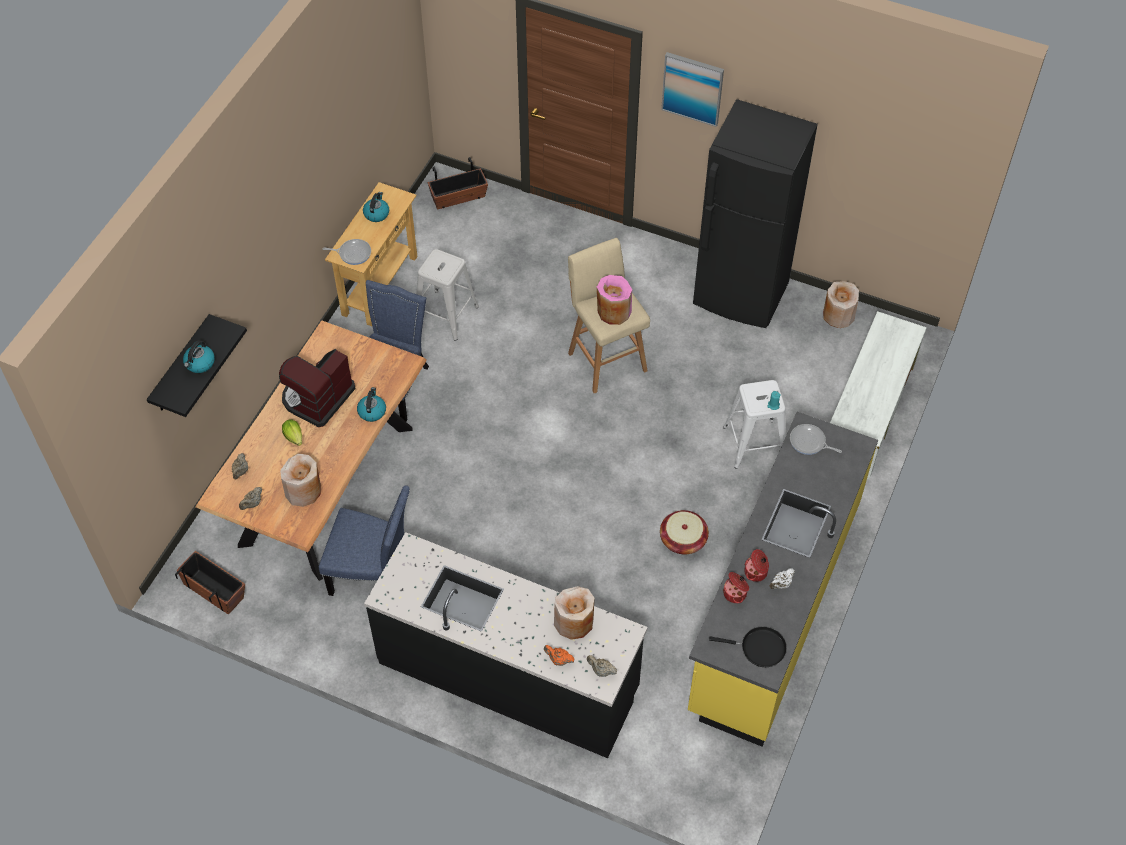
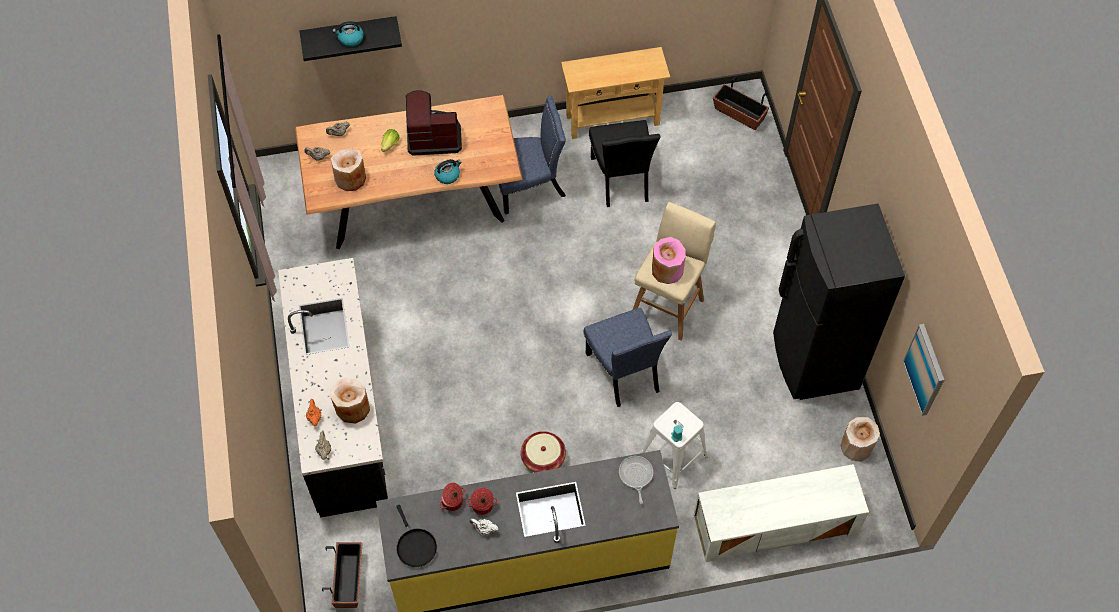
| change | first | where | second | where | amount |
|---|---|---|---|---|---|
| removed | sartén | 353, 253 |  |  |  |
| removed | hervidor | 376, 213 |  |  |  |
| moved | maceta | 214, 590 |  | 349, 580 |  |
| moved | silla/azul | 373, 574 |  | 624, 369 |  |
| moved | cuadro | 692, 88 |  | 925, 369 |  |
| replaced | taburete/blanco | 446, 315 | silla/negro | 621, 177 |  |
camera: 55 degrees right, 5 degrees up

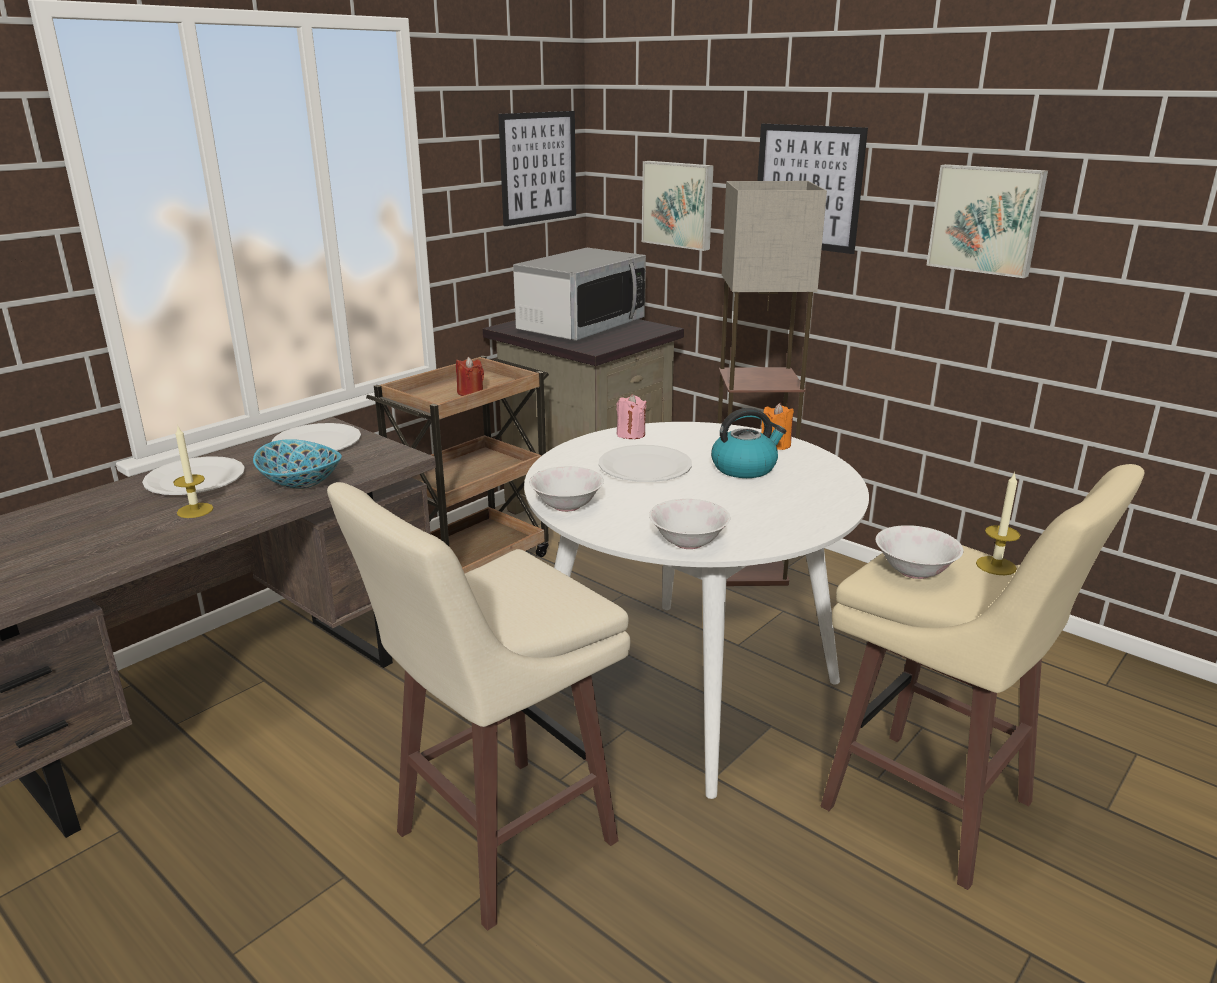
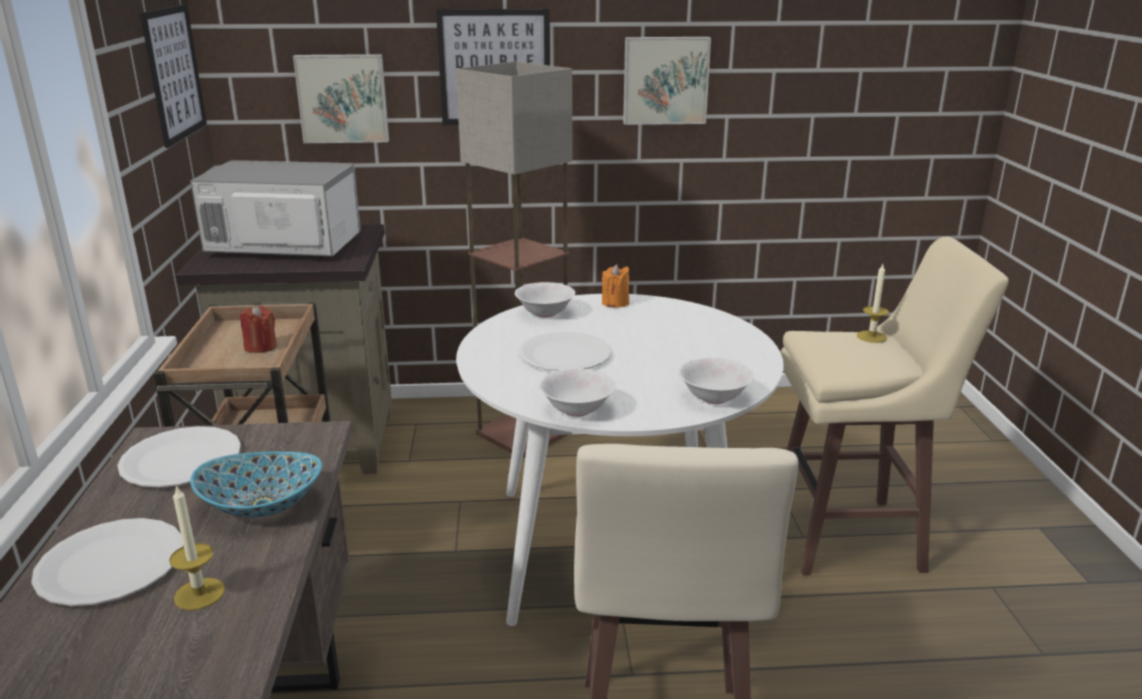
| change | first | where | second | where | amount |
|---|---|---|---|---|---|
| removed | vela/rosa | 630, 434 |  |  |  |
| removed | hervidor | 744, 468 |  |  |  |
| moved | cuenco/blanco | 914, 571 |  | 545, 313 |  |
| turned | microondas | 581, 327 |  | 284, 246 | 75 degrees counterclockwise |
camera: 45 degrees left, 0 degrees up

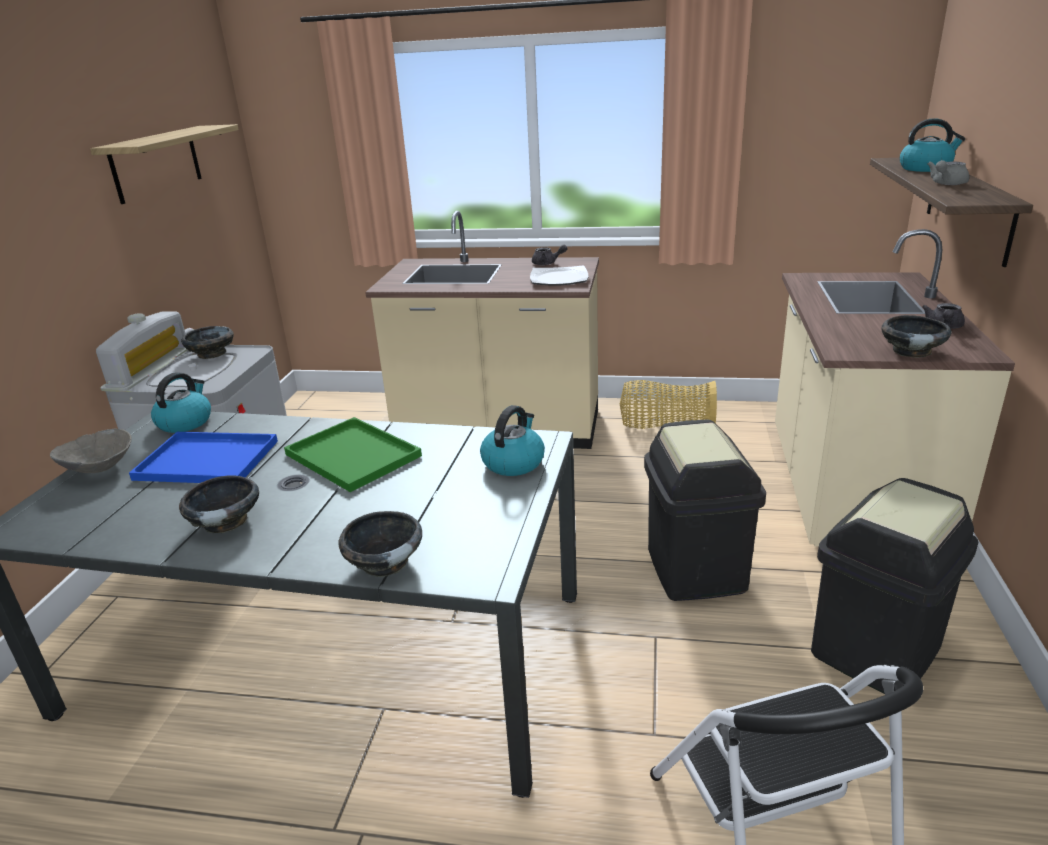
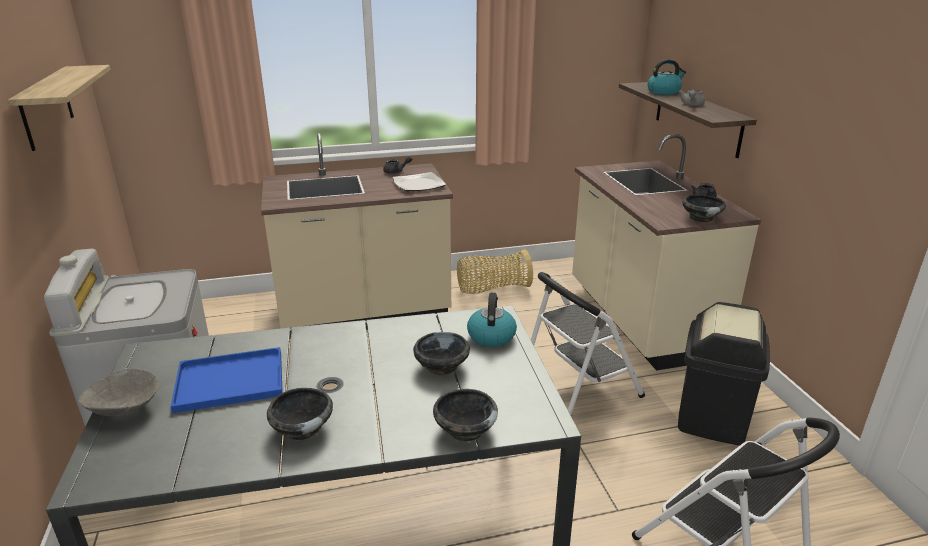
| change | first | where | second | where | amount |
|---|---|---|---|---|---|
| removed | hervidor | 185, 422 |  |  |  |
| removed | bandeja/verde | 355, 455 |  |  |  |
| moved | cuenco/negro | 211, 354 |  | 441, 366 |  |
| replaced | papelera/negro | 694, 570 | escalera de tijera | 575, 391 |  |
camera: 25 degrees left, 0 degrees up

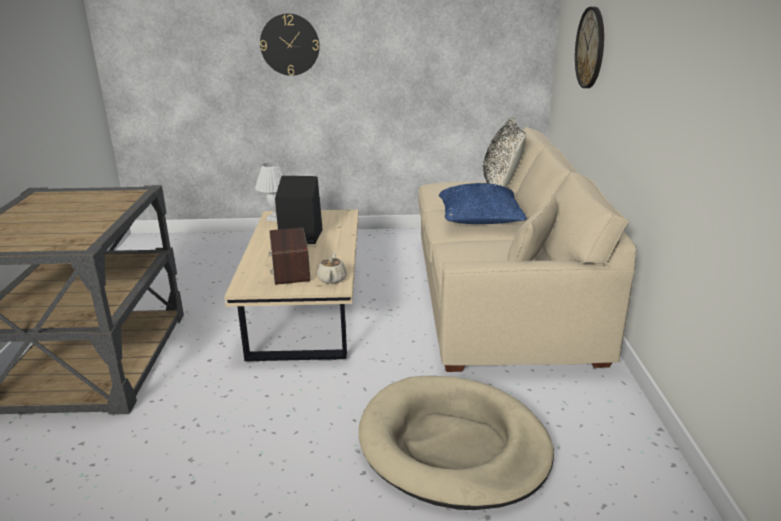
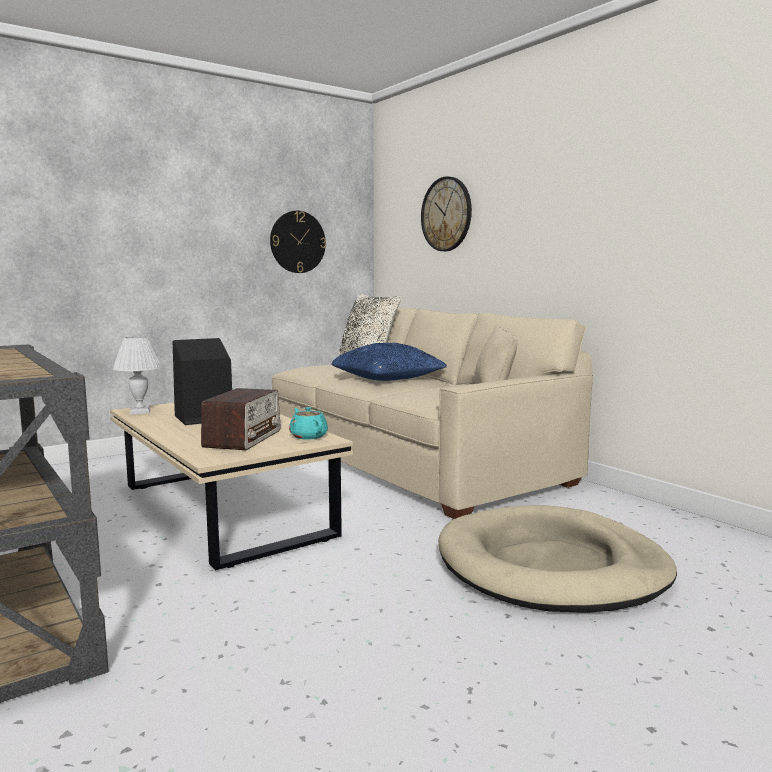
| change | first | where | second | where | amount |
|---|---|---|---|---|---|
| moved | reloj de pared | 290, 44 |  | 297, 242 |  |
| recoloured | tetera/beis | 332, 279 | tetera/turquesa | 308, 436 |  |
| turned | radio | 290, 270 |  | 243, 438 | 120 degrees counterclockwise |
camera: 35 degrees left, 15 degrees down

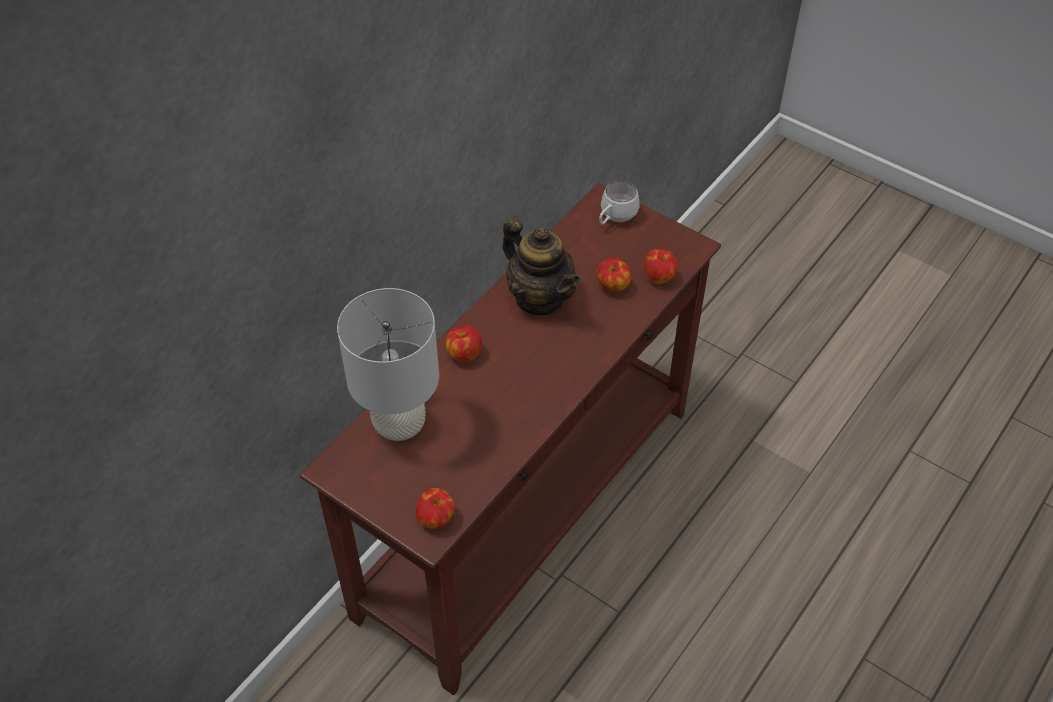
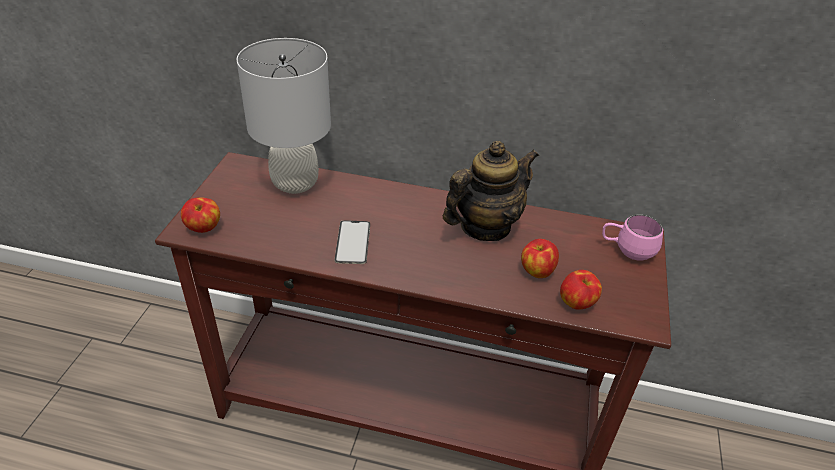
| change | first | where | second | where | amount |
|---|---|---|---|---|---|
| removed | manzana | 464, 354 |  |  |  |
| added |  |  | móvil | 353, 242 |  |
| recoloured | taza grande/blanco | 614, 218 | taza grande/rosa | 626, 250 |  |
| turned | tetera | 540, 298 |  | 485, 226 | 150 degrees counterclockwise |
camera: 65 degrees right, 10 degrees down

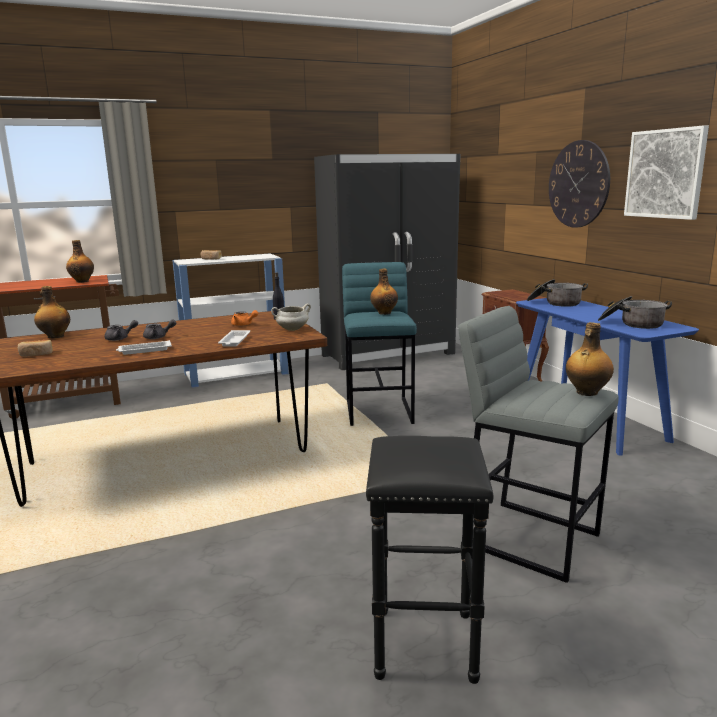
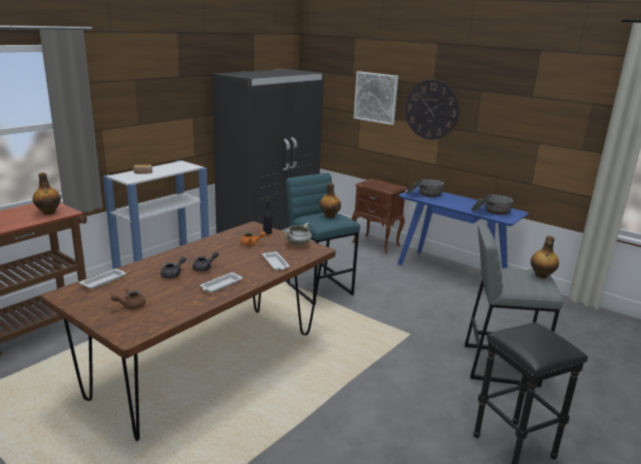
| change | first | where | second | where | amount |
|---|---|---|---|---|---|
| moved | cuadro | 665, 174 |  | 376, 97 |  |
| replaced | pan | 36, 354 | tetera/marrón | 130, 305 |  |
| replaced | botella | 55, 336 | bandeja/blanco | 104, 281 |  |
camera: 30 degrees left, 5 degrees up

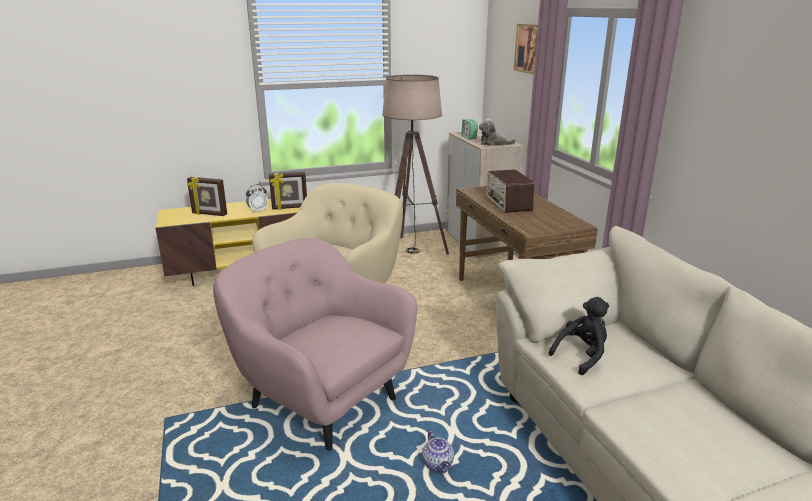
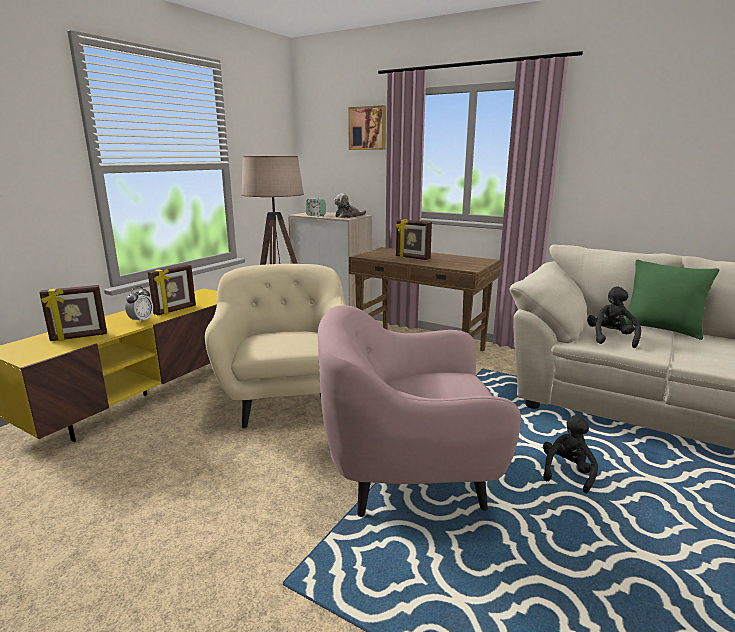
| change | first | where | second | where | amount |
|---|---|---|---|---|---|
| added |  |  | cojín/verde | 661, 329 |  |
| replaced | tetera | 438, 464 | peluche/negro | 567, 473 |  |
| replaced | radio | 508, 203 | portarretratos | 412, 258 |  |
camera: 40 degrees left, 5 degrees down

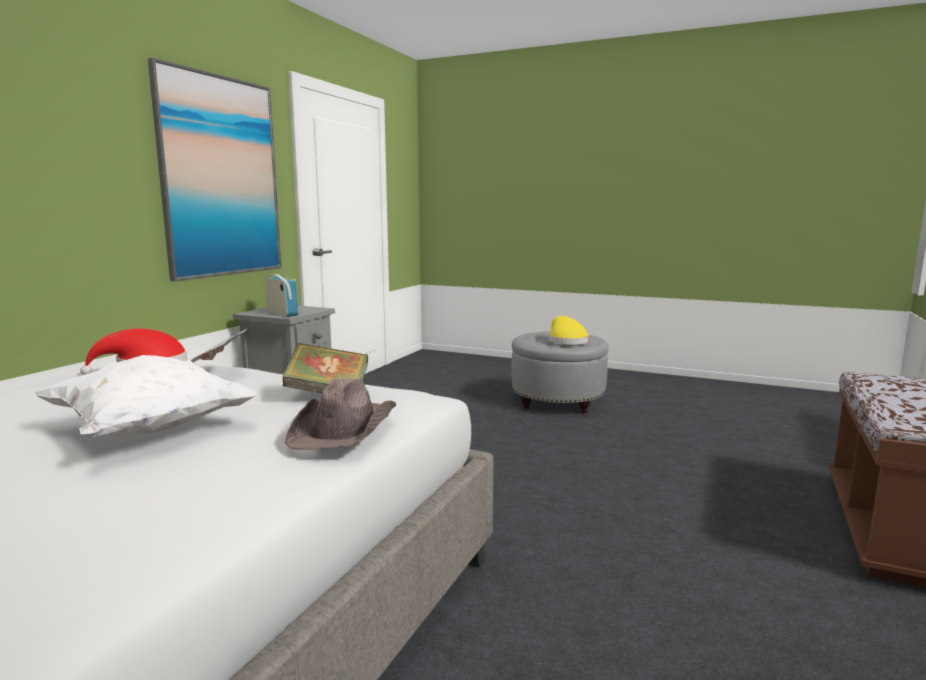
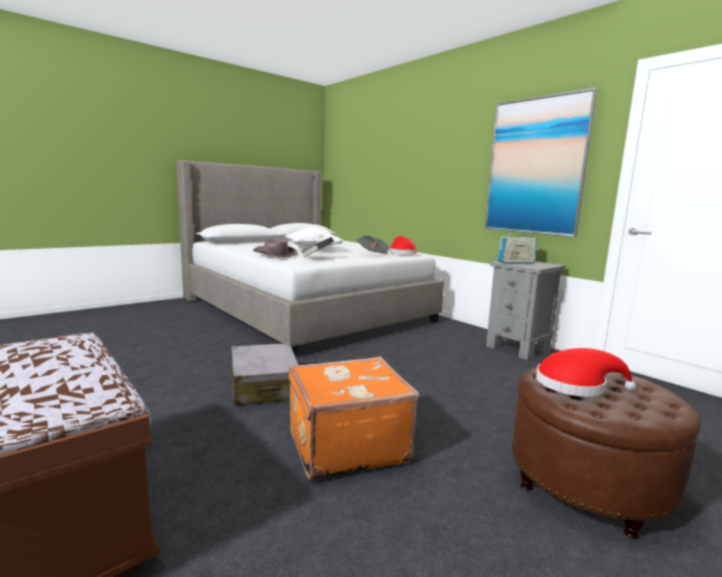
| change | first | where | second | where | amount |
|---|---|---|---|---|---|
| added |  |  | maleta/gris | 264, 386 |  |
| added |  |  | maleta/naranja | 346, 445 |  |
| recoloured | puf/gris | 557, 402 | puf/marrón | 587, 485 |  |
| recoloured | sombrero/amarillo | 566, 341 | sombrero/rojo | 575, 385 |  |
camera: 115 degrees right, 0 degrees up

